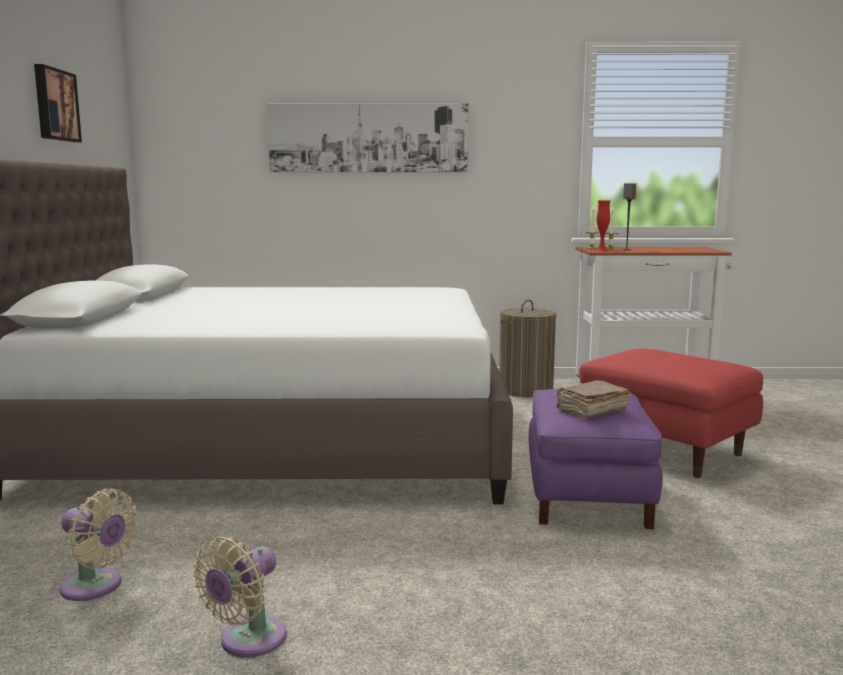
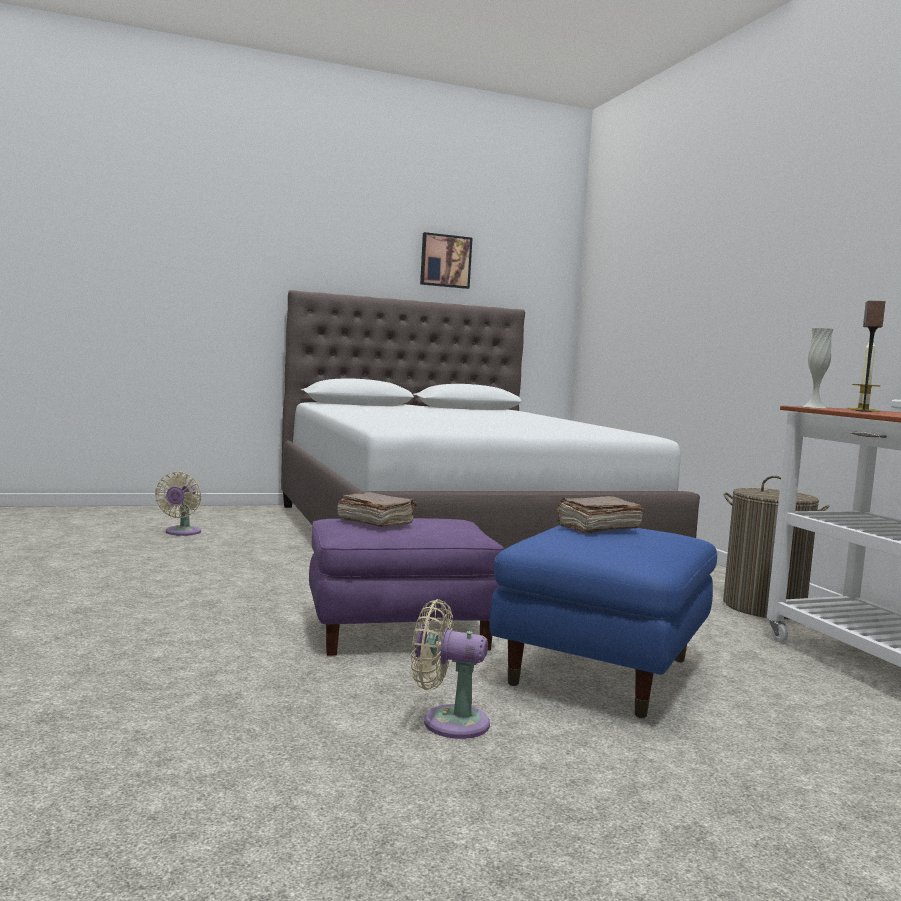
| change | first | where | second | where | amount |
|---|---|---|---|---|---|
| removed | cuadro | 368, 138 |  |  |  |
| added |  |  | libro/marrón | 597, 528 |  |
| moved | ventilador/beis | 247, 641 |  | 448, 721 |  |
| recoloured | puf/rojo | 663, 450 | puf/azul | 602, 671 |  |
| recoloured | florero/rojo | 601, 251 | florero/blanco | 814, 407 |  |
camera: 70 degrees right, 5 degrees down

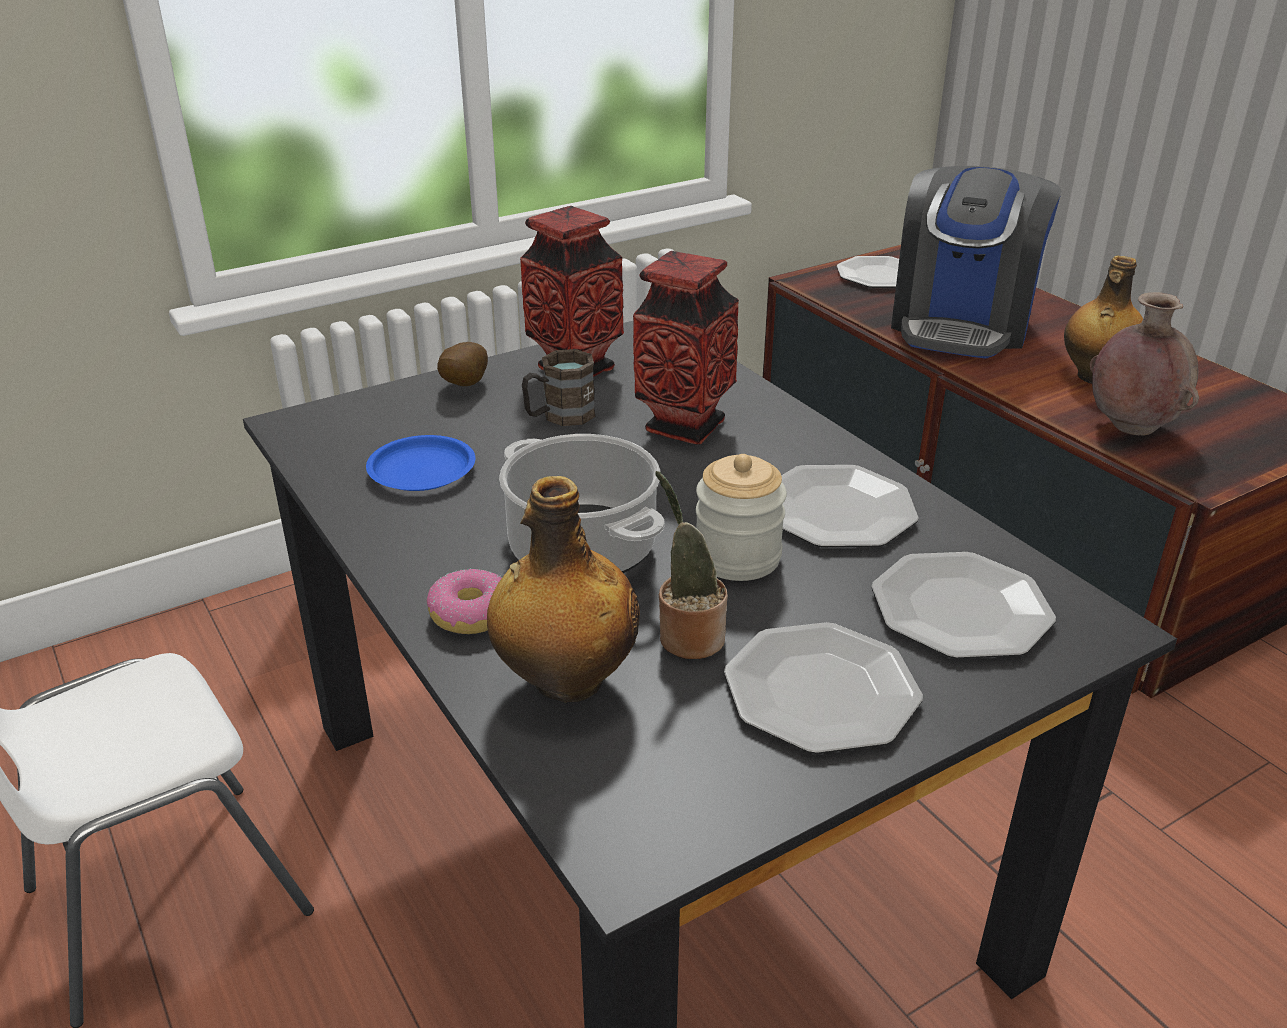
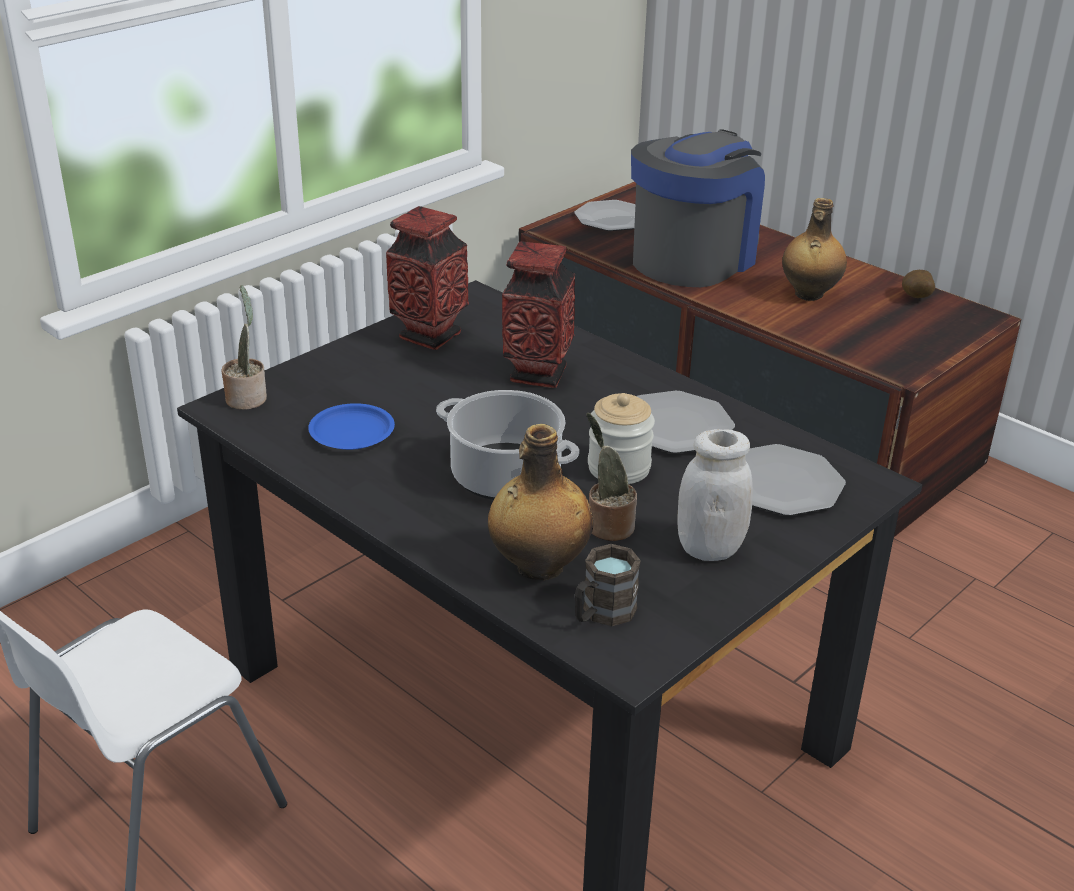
| change | first | where | second | where | amount |
|---|---|---|---|---|---|
| removed | rosquilla | 472, 614 |  |  |  |
| removed | florero/marrón | 1130, 427 |  |  |  |
| added |  |  | planta en maceta | 247, 397 |  |
| moved | patata | 462, 386 |  | 915, 298 |  |
| moved | taza grande/marrón | 559, 416 |  | 601, 614 |  |
| replaced | plato | 820, 691 | tarro/blanco | 709, 548 |  |
| turned | cafetera | 961, 324 |  | 693, 258 | 150 degrees counterclockwise |
camera: 15 degrees left, 0 degrees up

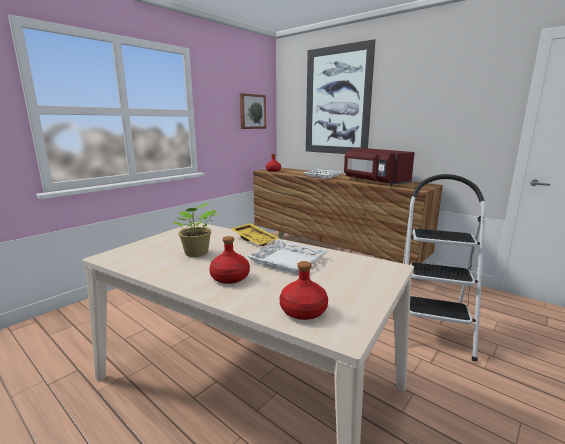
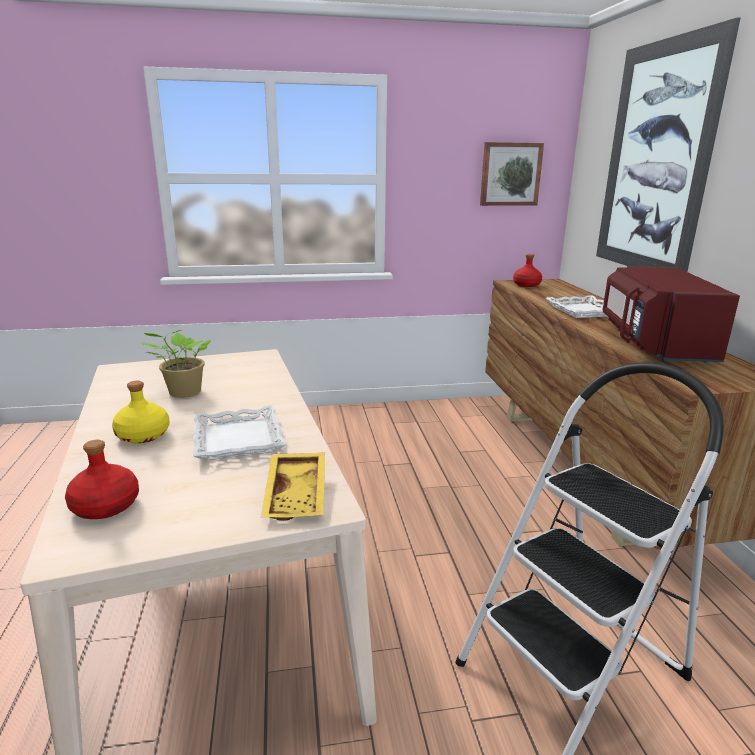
| change | first | where | second | where | amount |
|---|---|---|---|---|---|
| moved | bandeja/amarillo | 255, 239 |  | 298, 495 |  |
| recoloured | botella/rojo | 230, 278 | botella/amarillo | 142, 435 |  |
camera: 40 degrees right, 5 degrees up

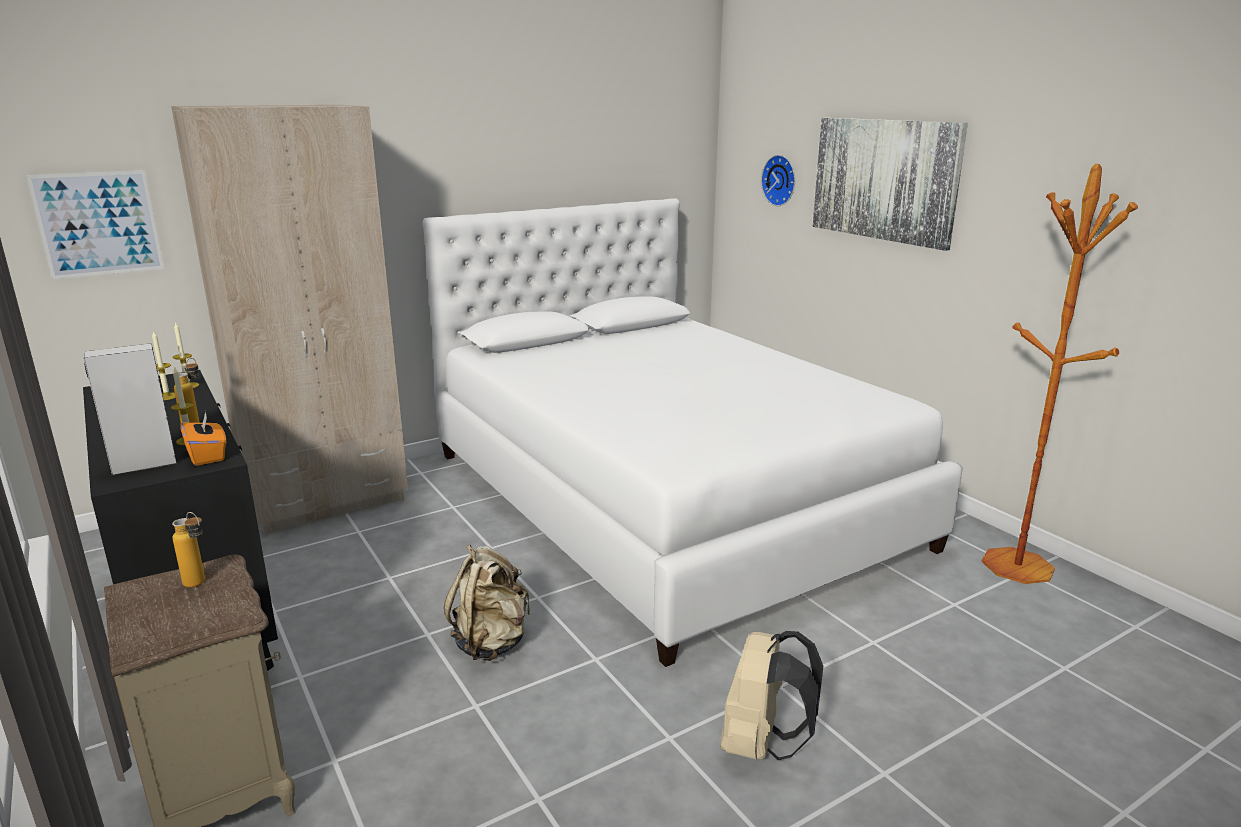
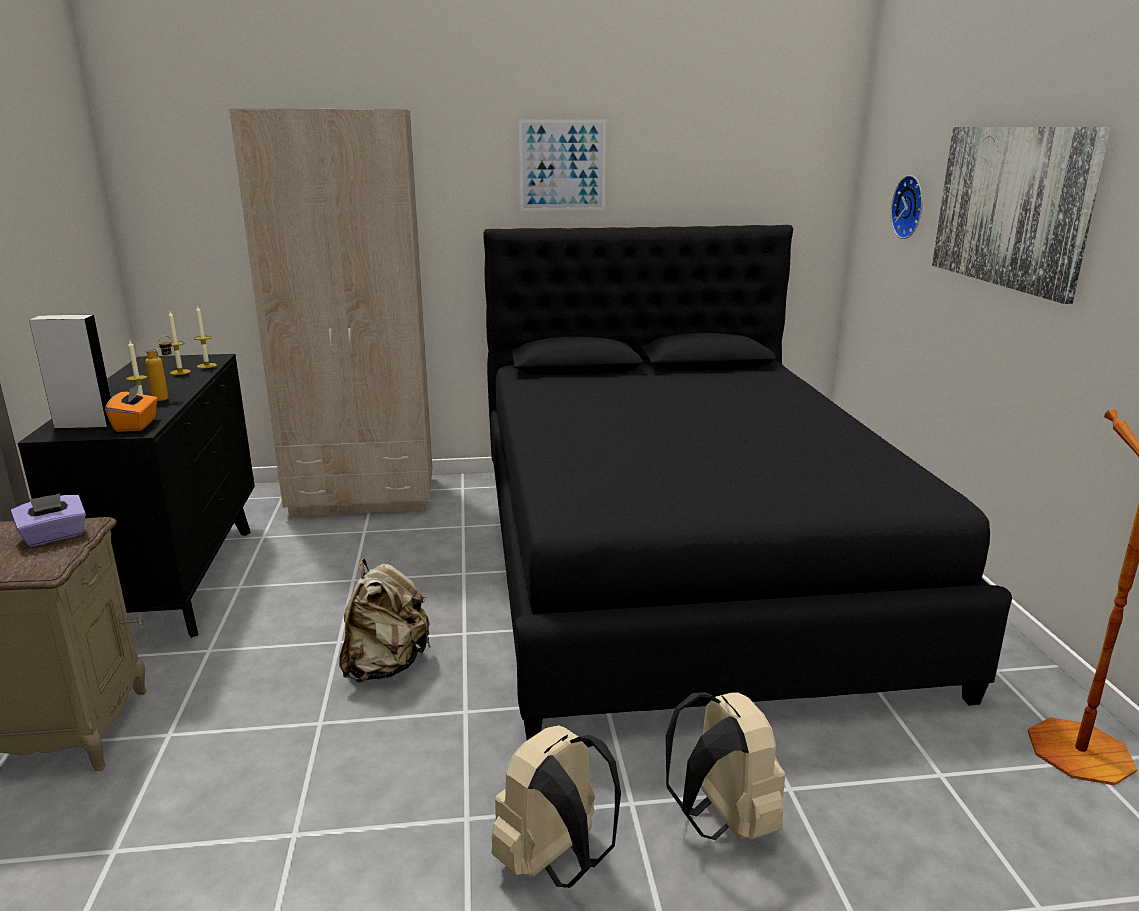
| change | first | where | second | where | amount |
|---|---|---|---|---|---|
| added |  |  | mochila/beis | 722, 820 |  |
| moved | cuadro | 98, 224 |  | 562, 165 |  |
| replaced | botella | 200, 585 | caja de pañuelos/morado | 54, 536 |  |
| recoloured | cama/blanco | 665, 498 | cama/negro | 679, 562 |  |
camera: 25 degrees right, 0 degrees up

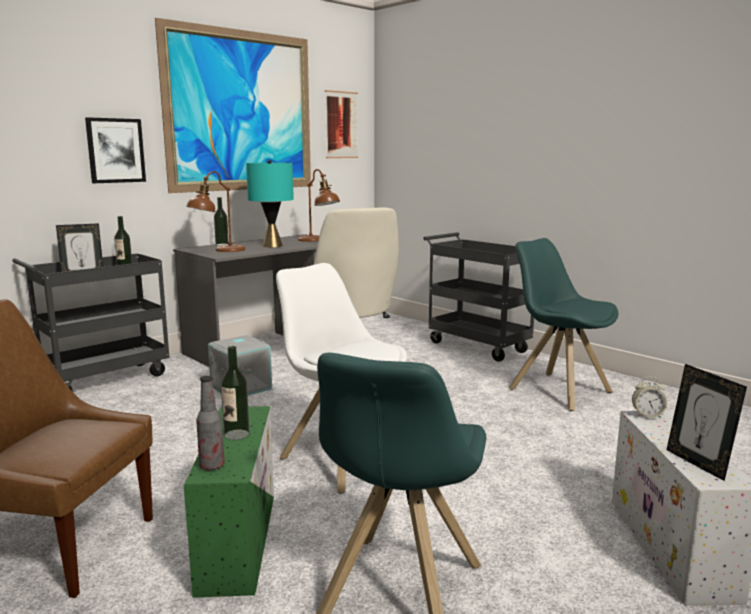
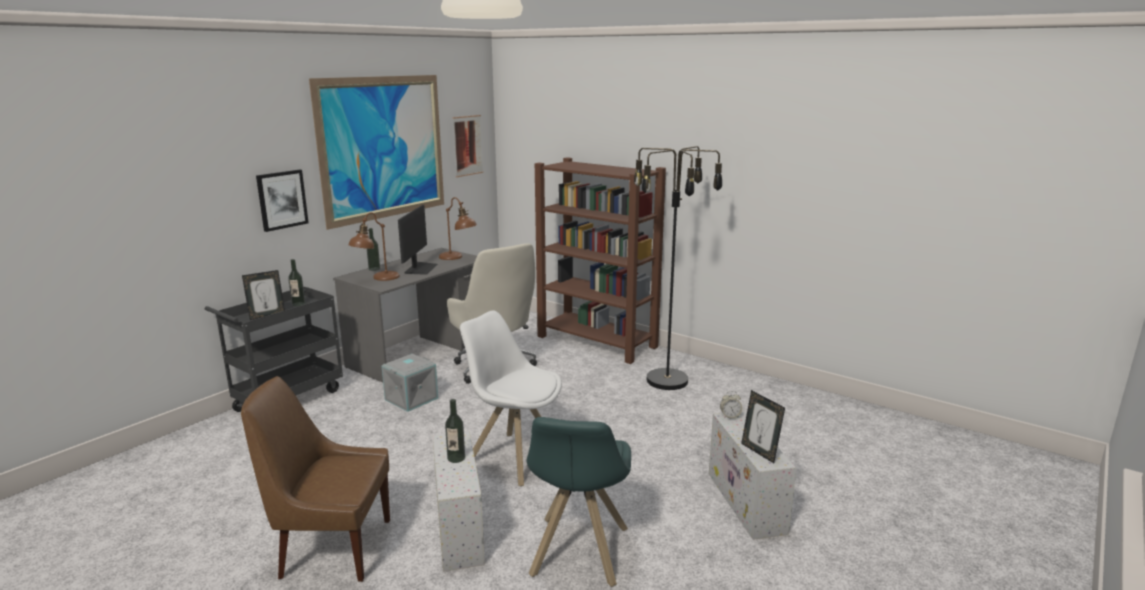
| change | first | where | second | where | amount |
|---|---|---|---|---|---|
| removed | botella | 212, 466 |  |  |  |
| replaced | lámpara de mesa/turquesa | 272, 245 | monitor | 420, 268 |  |
| replaced | carrito/gris | 475, 347 | estantería/marrón | 597, 342 |  |
| replaced | silla/turquesa | 558, 390 | lámpara de pie | 667, 381 |  |
| recoloured | caja de almacenaje/verde | 238, 538 | caja de almacenaje/blanco | 458, 527 |  |
camera: 10 degrees left, 5 degrees up

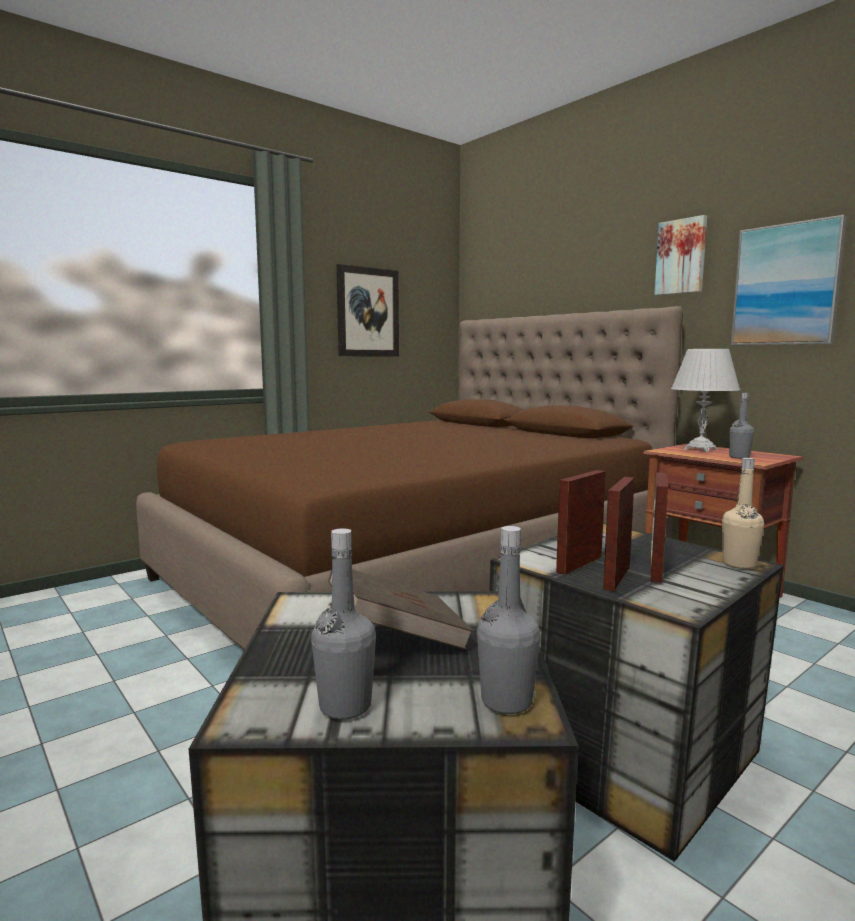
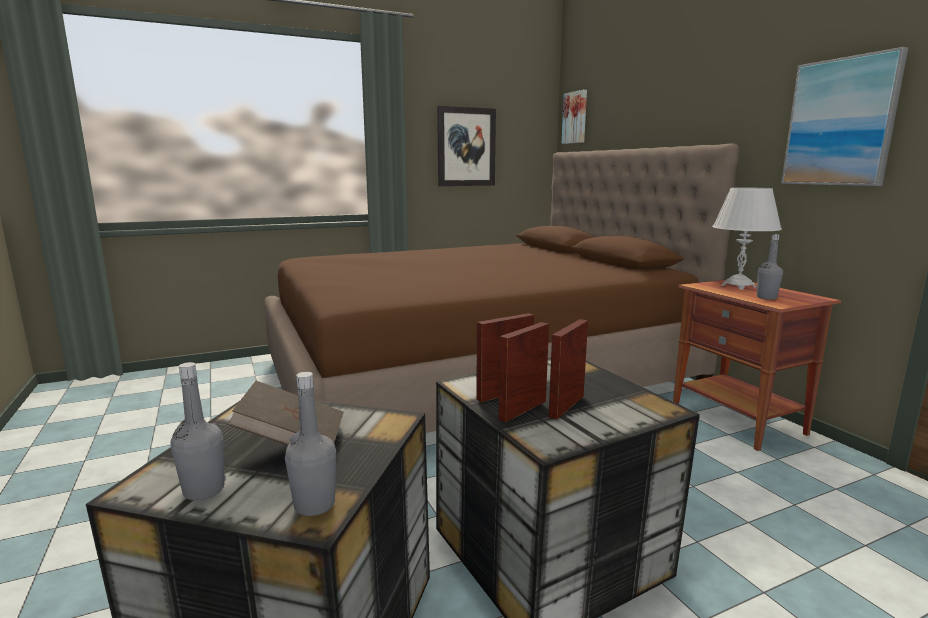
| change | first | where | second | where | amount |
|---|---|---|---|---|---|
| removed | botella/beis | 739, 564 |  |  |  |
| moved | cuadro | 681, 257 |  | 575, 117 |  |
camera: 15 degrees right, 5 degrees up

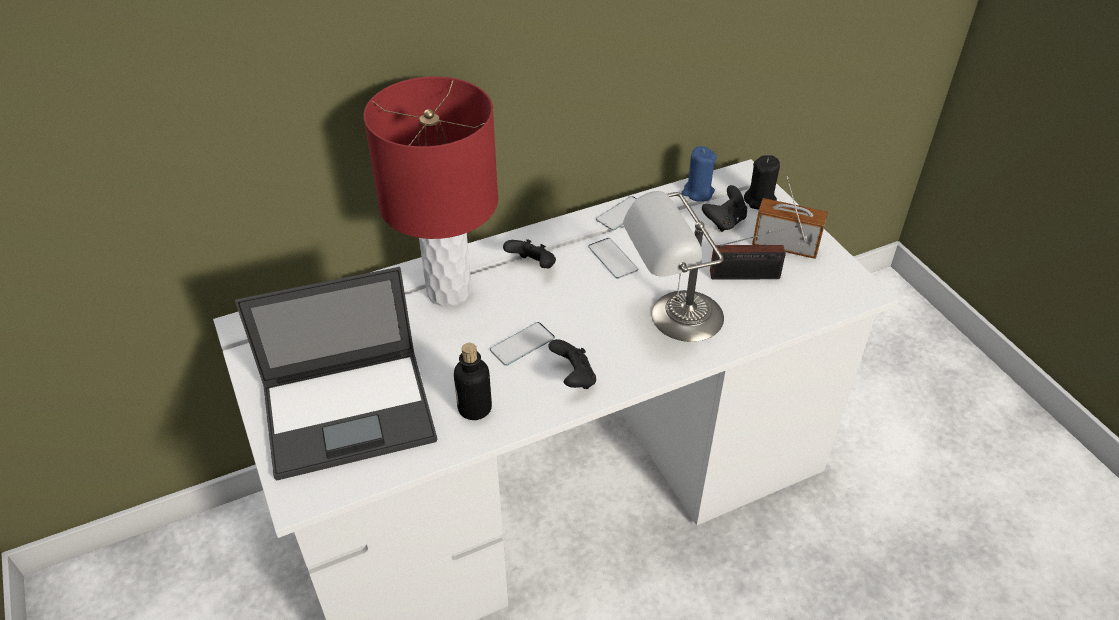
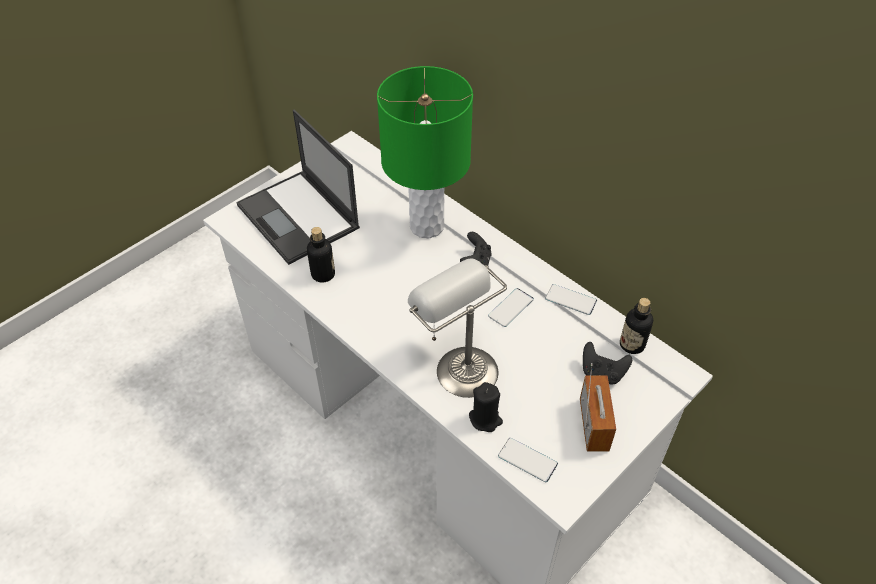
| change | first | where | second | where | amount |
|---|---|---|---|---|---|
| removed | mando de consola/negro | 573, 378 |  |  |  |
| removed | radio | 748, 276 |  |  |  |
| moved | móvil | 522, 344 |  | 527, 460 |  |
| moved | vela/negro | 760, 201 |  | 485, 419 |  |
| replaced | vela/azul | 697, 192 | botella | 632, 344 |  |
| recoloured | lámpara de mesa/rojo | 449, 290 | lámpara de mesa/verde | 427, 226 |  |
camera: 70 degrees right, 5 degrees up

